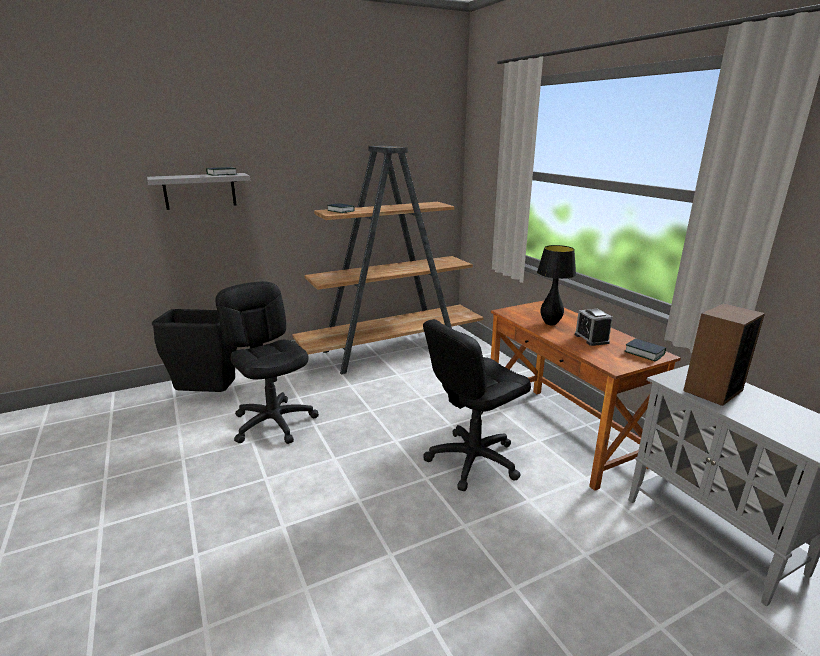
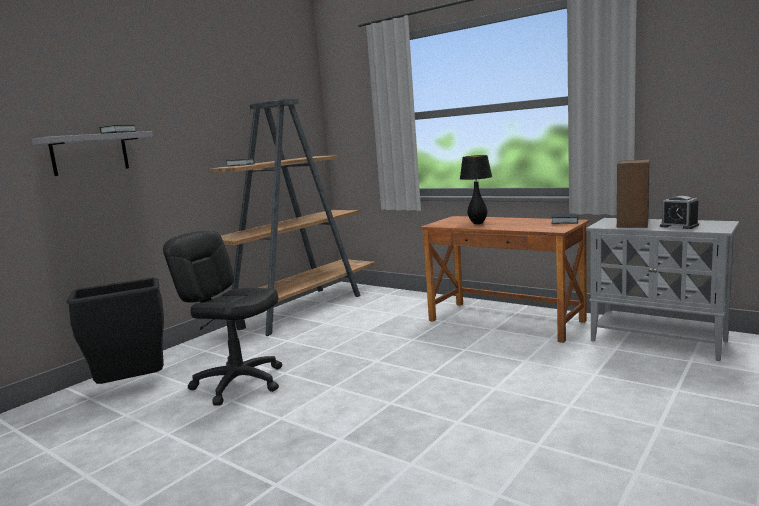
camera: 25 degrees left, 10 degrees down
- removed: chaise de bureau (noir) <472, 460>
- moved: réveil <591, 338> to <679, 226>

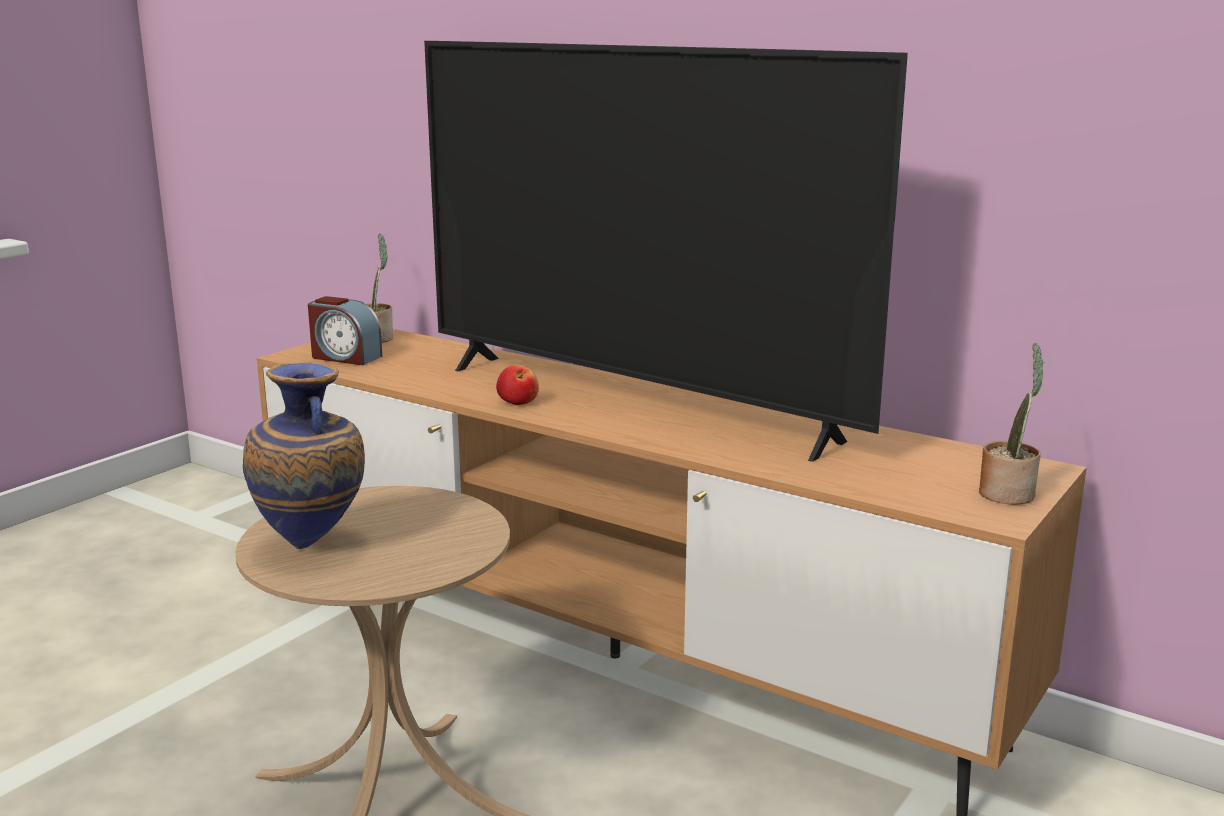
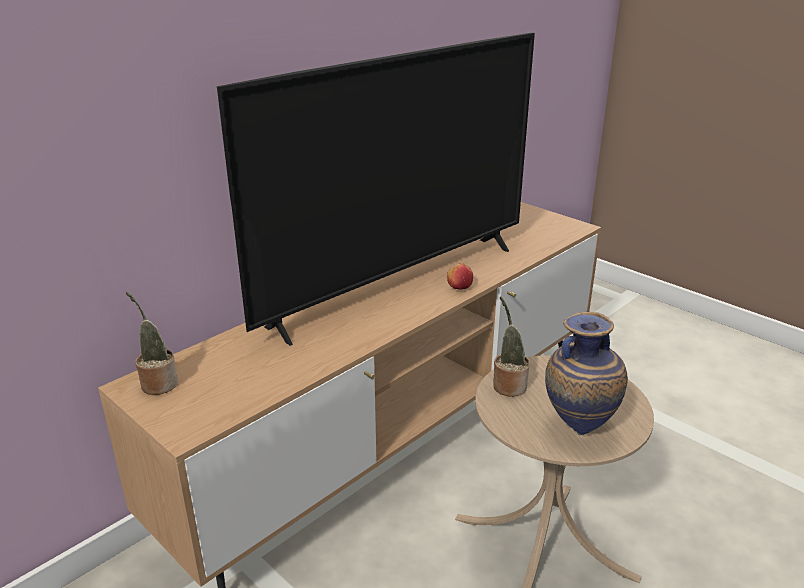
camera: 80 degrees left, 10 degrees up
- removed: réveil <345, 357>
- moved: pomme <518, 402> to <459, 287>
- moved: plante en pot <1008, 493> to <508, 385>

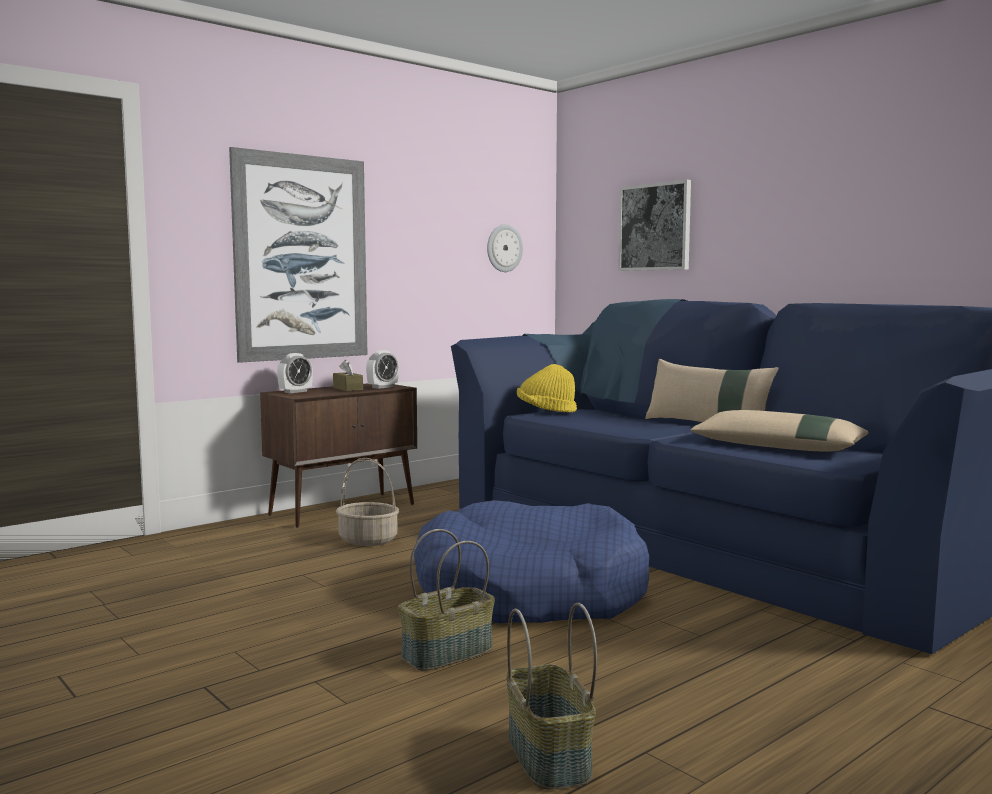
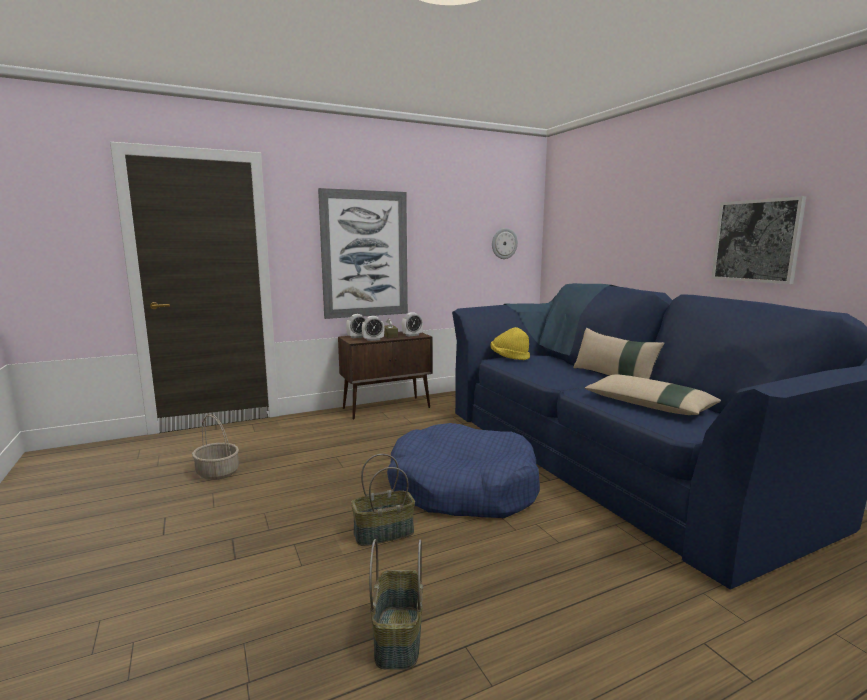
camera: 15 degrees right, 5 degrees up
- moved: panier <369, 540> to <218, 473>
- moved: tableau <655, 227> to <756, 241>
- added: réveil <373, 339>

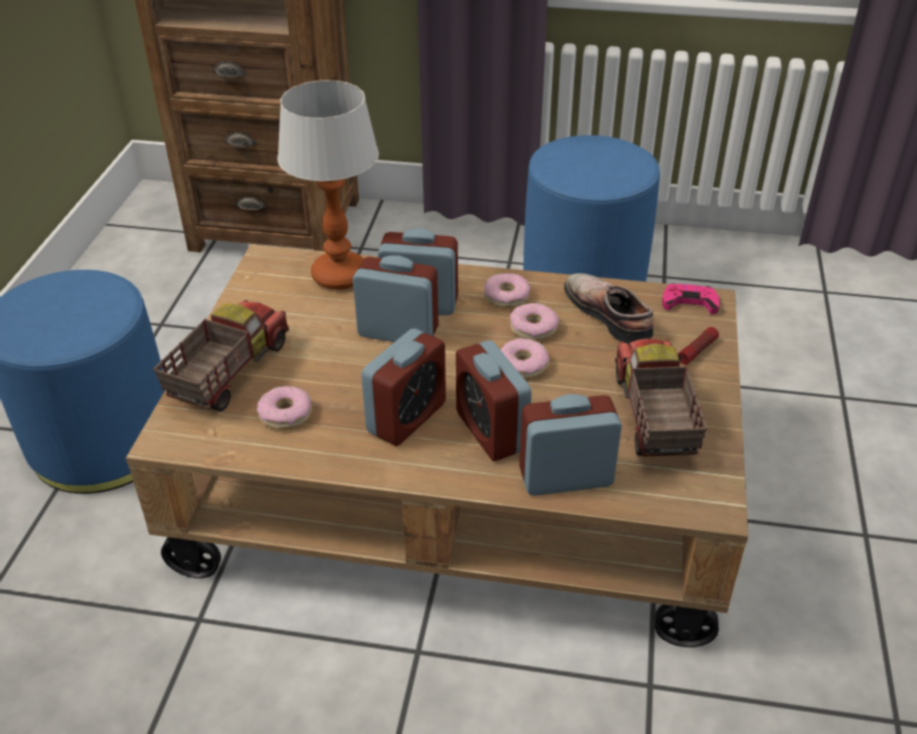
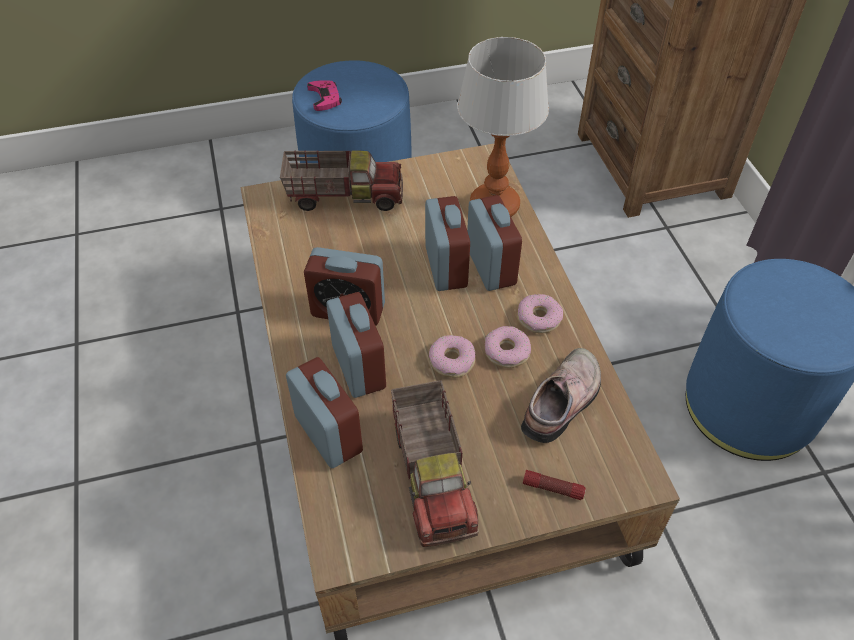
camera: 65 degrees right, 10 degrees up
- removed: beignet <285, 414>
- turned: réveil <491, 431> = <358, 367> 120 degrees clockwise
- turned: camion jouet <652, 417> = <434, 476> 105 degrees clockwise
- moved: manette (rose) <689, 302> to <325, 98>

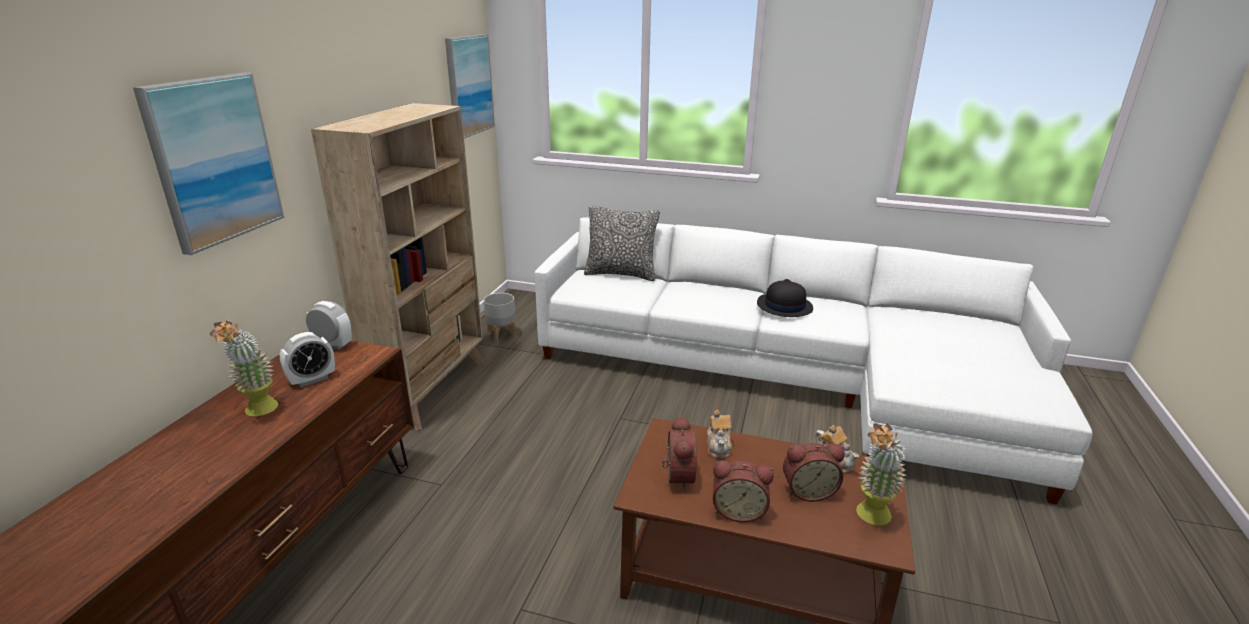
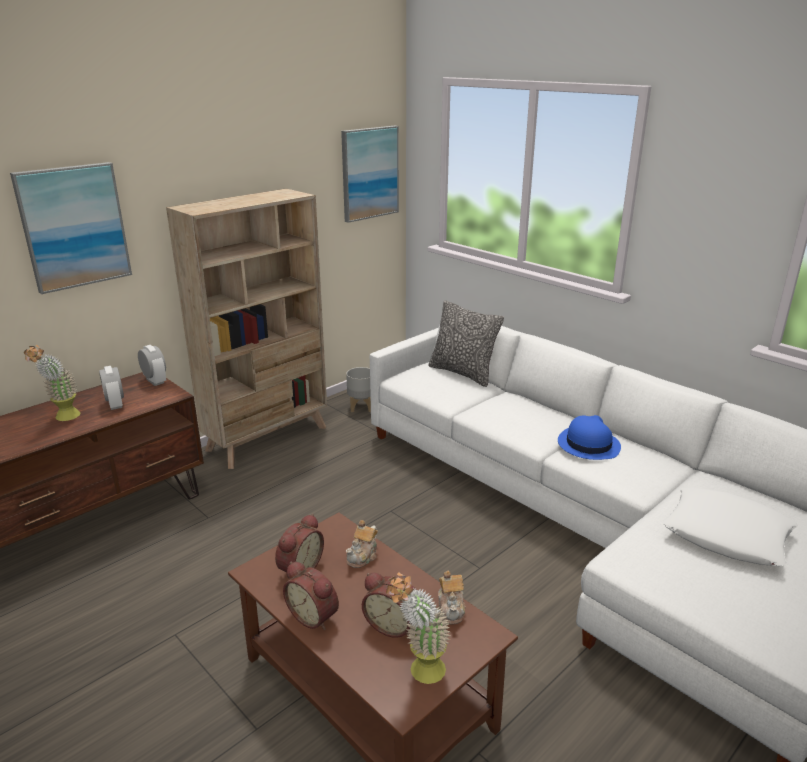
camera: 30 degrees right, 0 degrees up
- turned: réveil <312, 380> = <115, 404> 75 degrees clockwise
- recoloured: chapeau (noir) <784, 306> to chapeau (bleu) <588, 444>
- added: coussin (blanc) <727, 534>

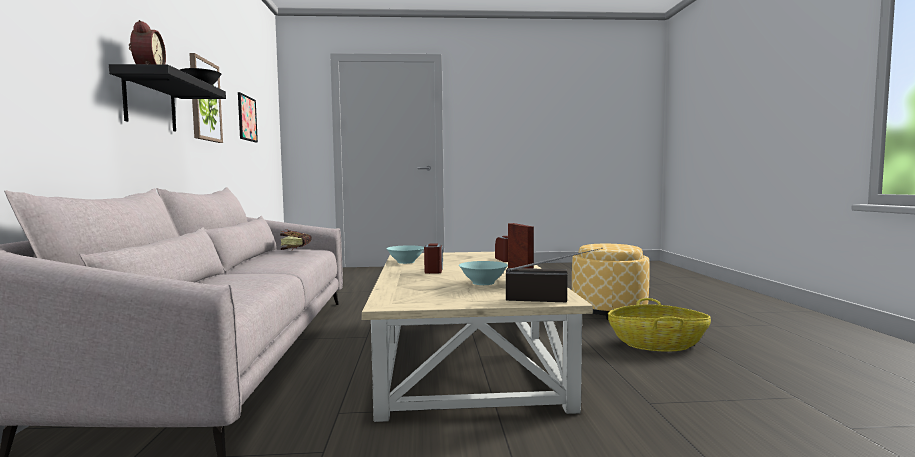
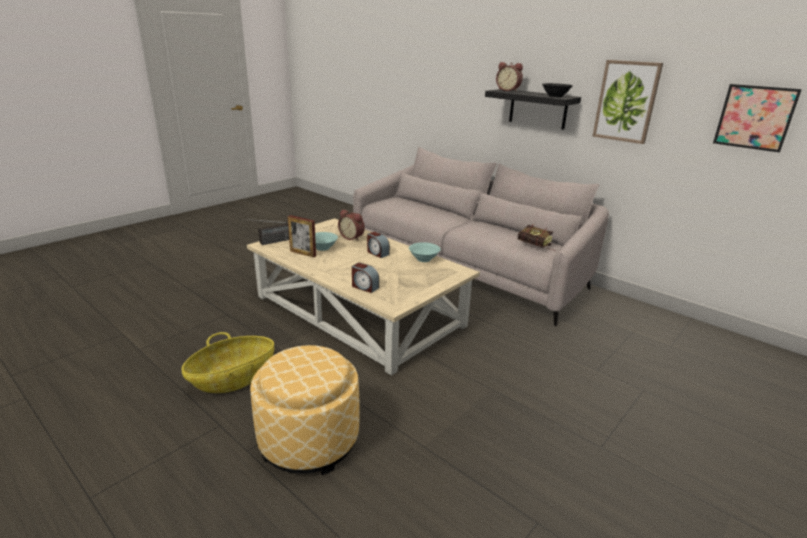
camera: 135 degrees right, 20 degrees up
- added: réveil <352, 237>

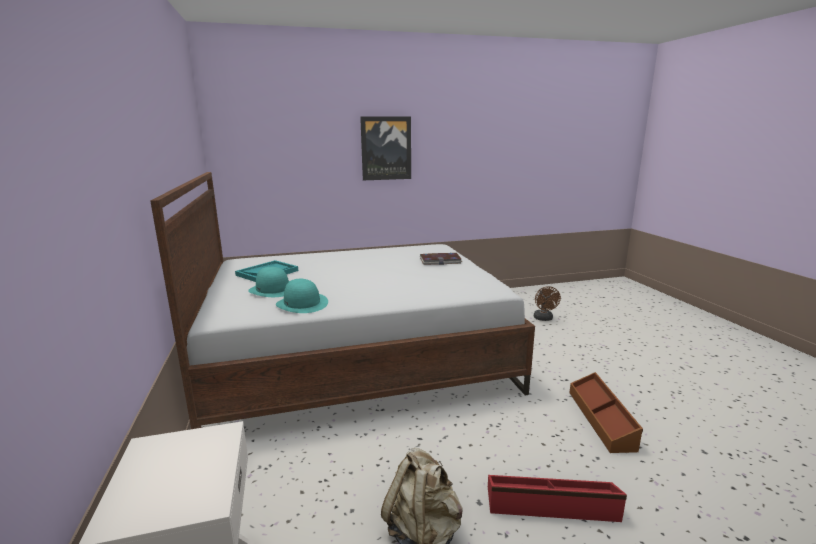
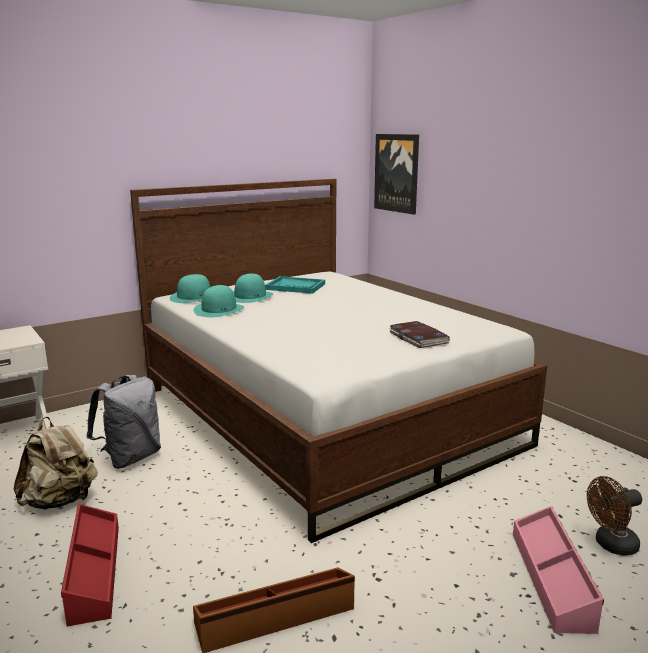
camera: 70 degrees right, 0 degrees up
- moved: tableau <386, 148> to <397, 173>
- added: sac à dos (gris) <130, 458>
- added: chapeau (turquoise) <194, 297>
- added: boîte de rangement (rose) <552, 579>

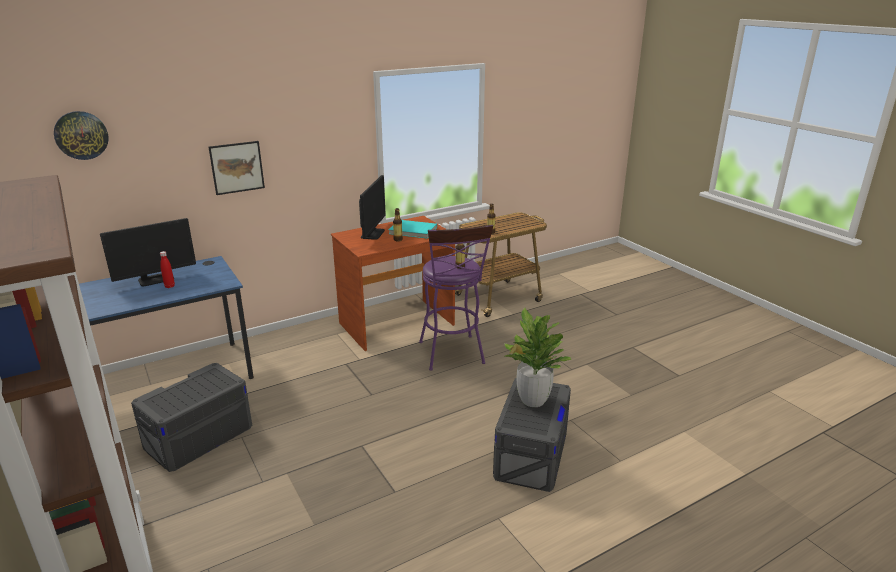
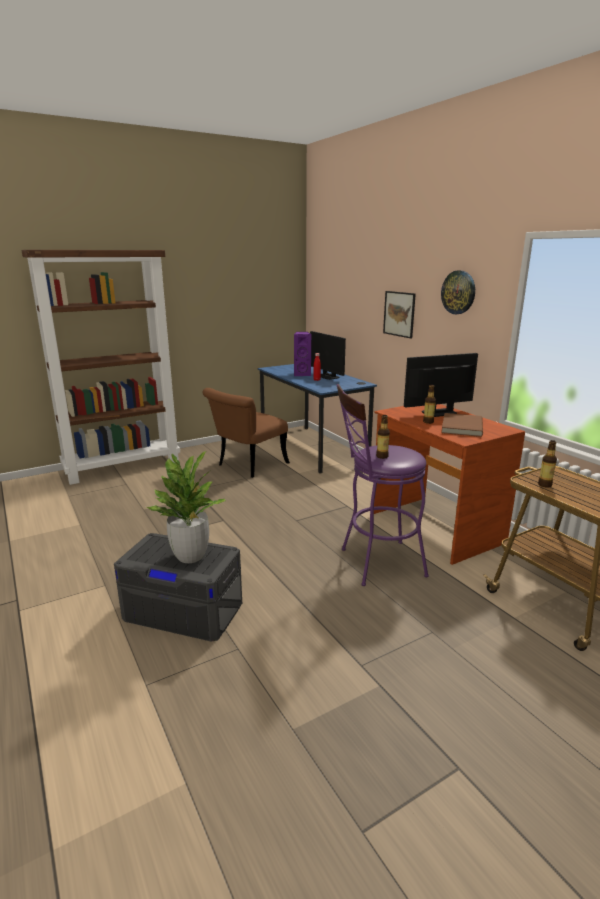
camera: 90 degrees right, 5 degrees down
- moved: horloge murale <81, 135> to <458, 292>
- replaced: boîte de rangement (gris) <199, 437> to chaise (marron) <247, 466>
- turned: écran d'ordinateur <372, 234> = <439, 413> 150 degrees clockwise
- recoloured: livre (turquoise) <412, 231> to livre (marron) <460, 427>
- added: enceinte (violet) <302, 374>

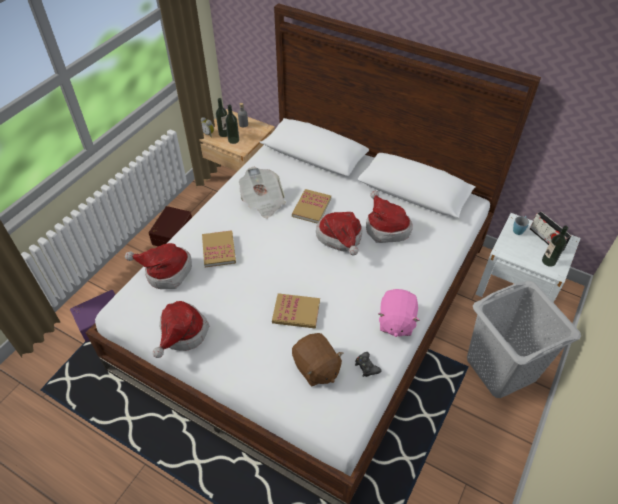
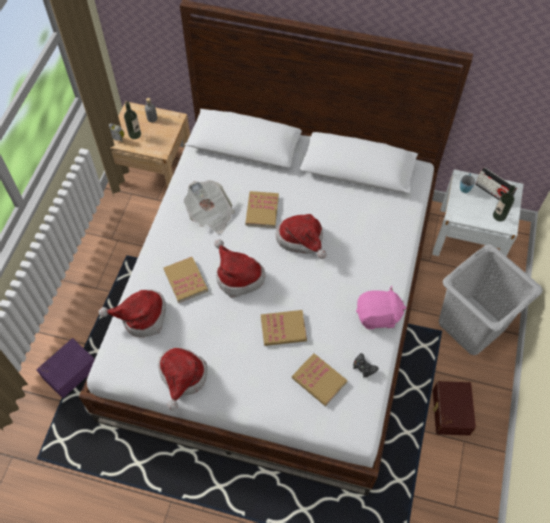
camera: 15 degrees left, 10 degrees up
- moved: boîte de rangement (marron) <172, 234> to <450, 411>
- removed: bouteille <233, 140>
- replaced: peluche (marron) <316, 368> to livre <319, 380>
- moved: chapeau <385, 227> to <237, 276>
- turned: peluche (rose) <396, 322> = <378, 316> 90 degrees counterclockwise

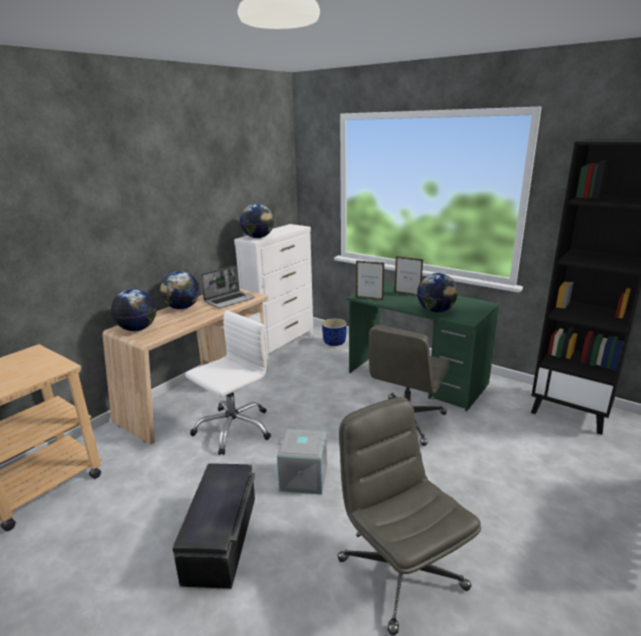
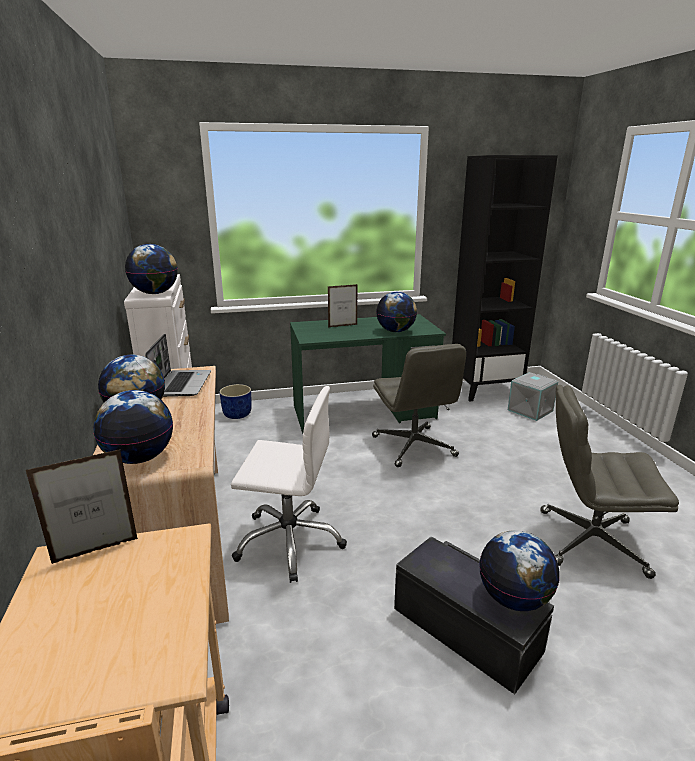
camera: 50 degrees left, 0 degrees up
- turned: chaise de bureau (blanc) <233, 428> = <289, 541> 105 degrees clockwise
- moved: boîte de rangement (gris) <303, 478> to <530, 411>
- moved: cadre photo <369, 298> to <96, 550>
- added: globe <514, 598>

